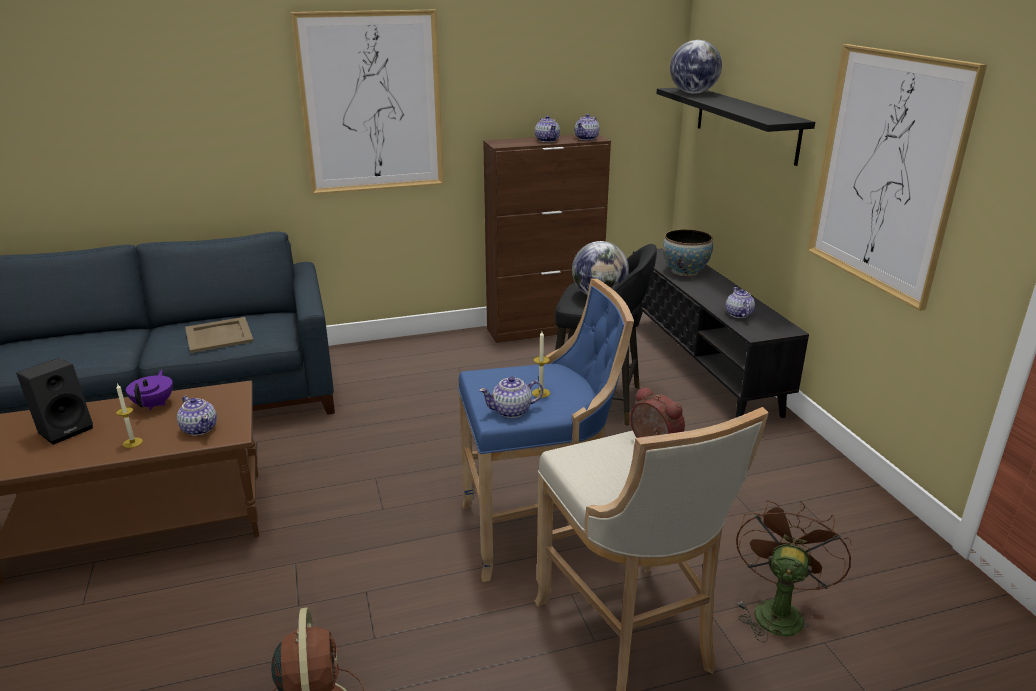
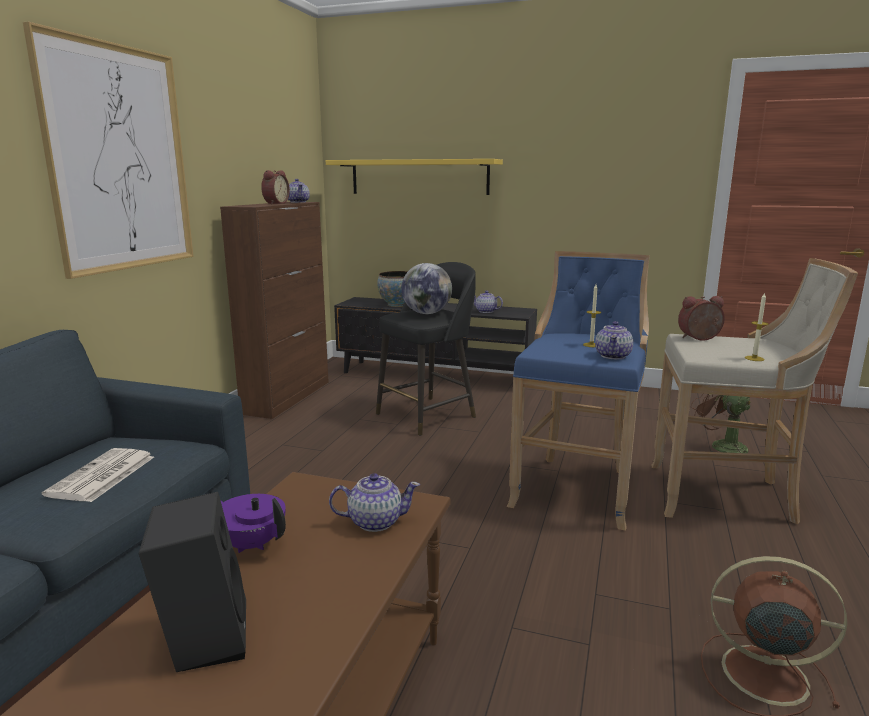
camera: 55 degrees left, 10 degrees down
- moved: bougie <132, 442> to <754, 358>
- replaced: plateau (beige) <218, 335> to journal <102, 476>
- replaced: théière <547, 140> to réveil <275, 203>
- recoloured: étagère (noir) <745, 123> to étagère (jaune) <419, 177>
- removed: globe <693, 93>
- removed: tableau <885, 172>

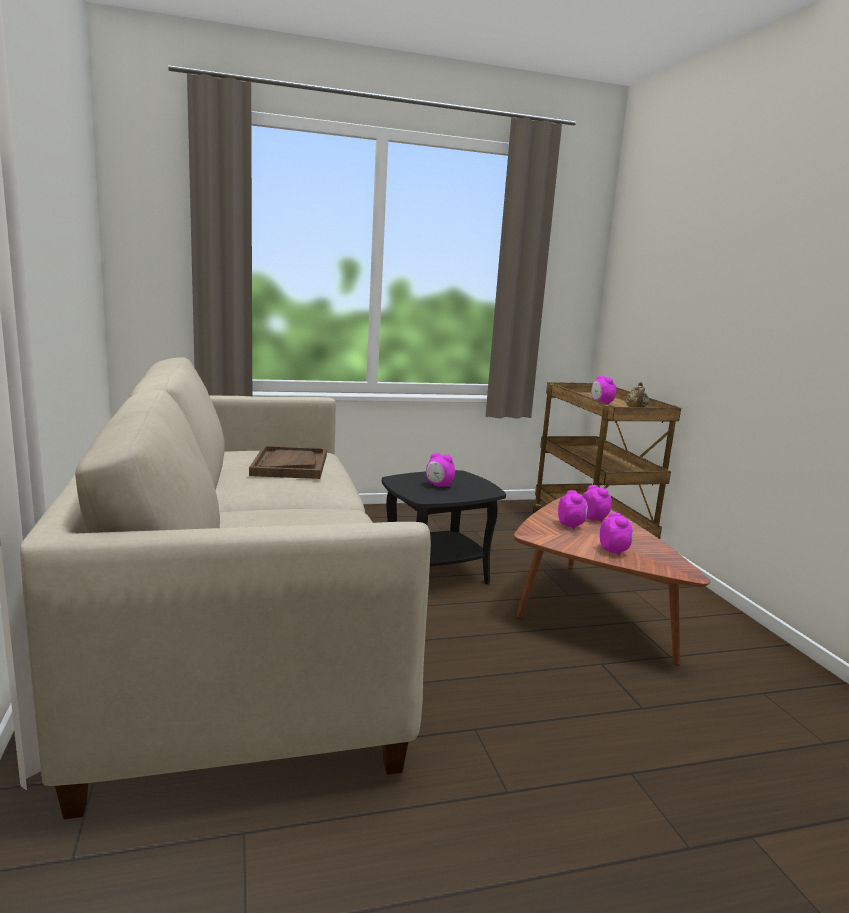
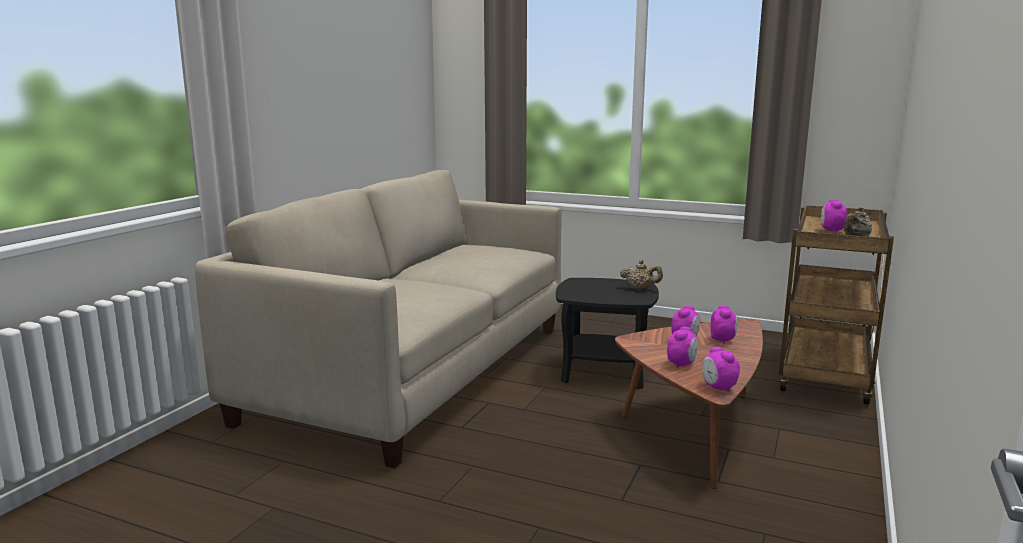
camera: 40 degrees right, 0 degrees up
- removed: plateau (marron) <290, 465>
- moved: réveil <439, 486> to <718, 388>
- added: théière (beige) <640, 289>

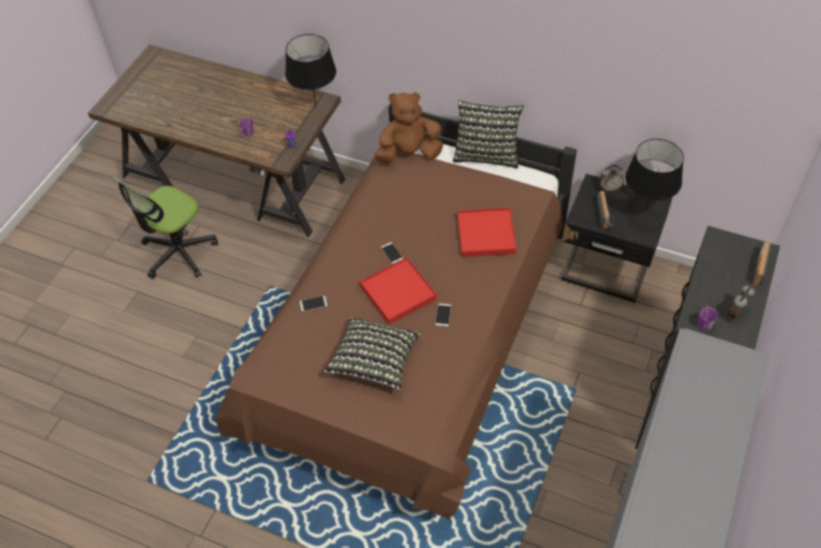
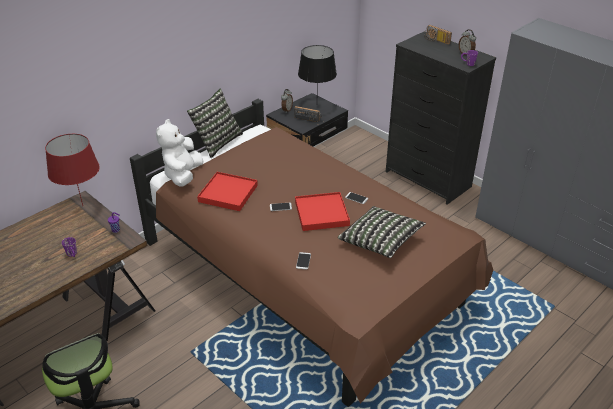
camera: 70 degrees left, 15 degrees down
- recoloured: lampe de table (noir) <316, 107> to lampe de table (rouge) <83, 206>
- recoloured: peluche (marron) <409, 154> to peluche (blanc) <183, 175>
- moved: plateau (rouge) <486, 234> to <228, 193>

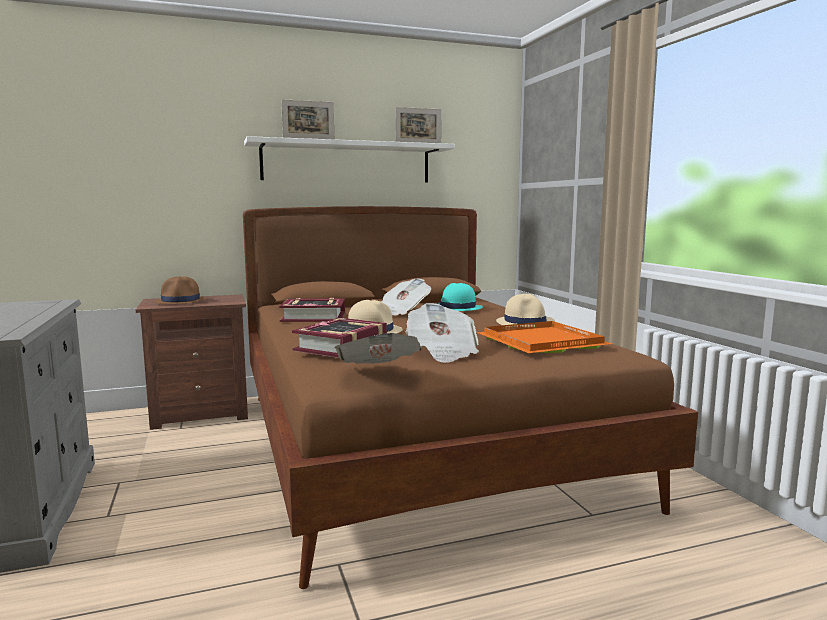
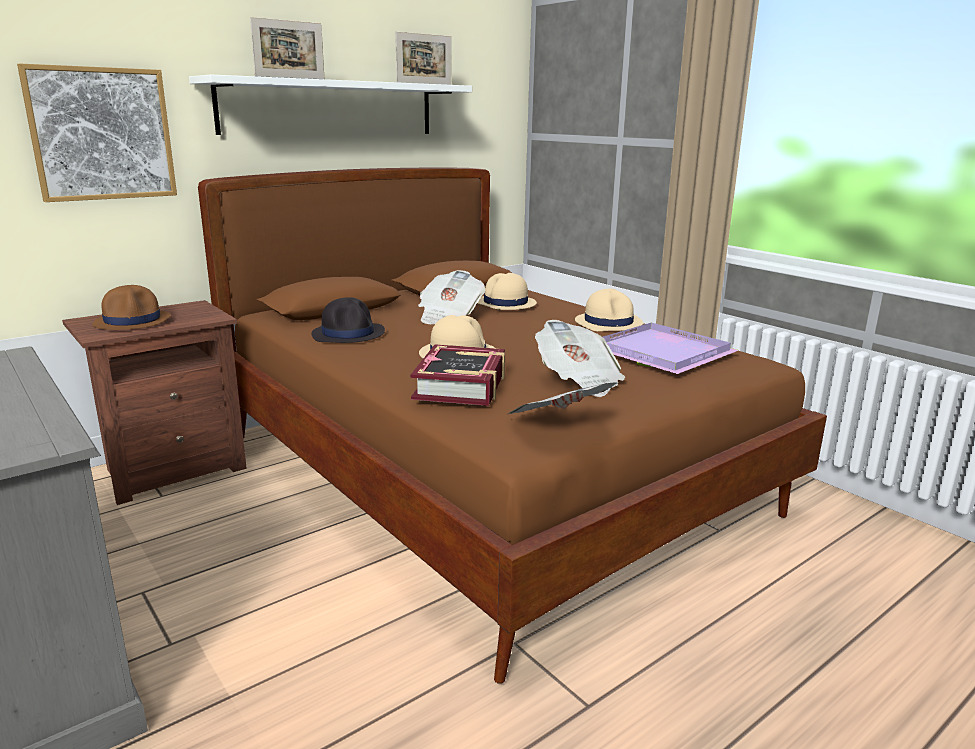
camera: 20 degrees left, 10 degrees up
- replaced: livre <313, 317> to chapeau (noir) <349, 334>
- recoloured: chapeau (turquoise) <457, 308> to chapeau (beige) <505, 303>
- recoloured: plateau (orange) <544, 342> to plateau (violet) <664, 353>
- added: tableau <102, 134>

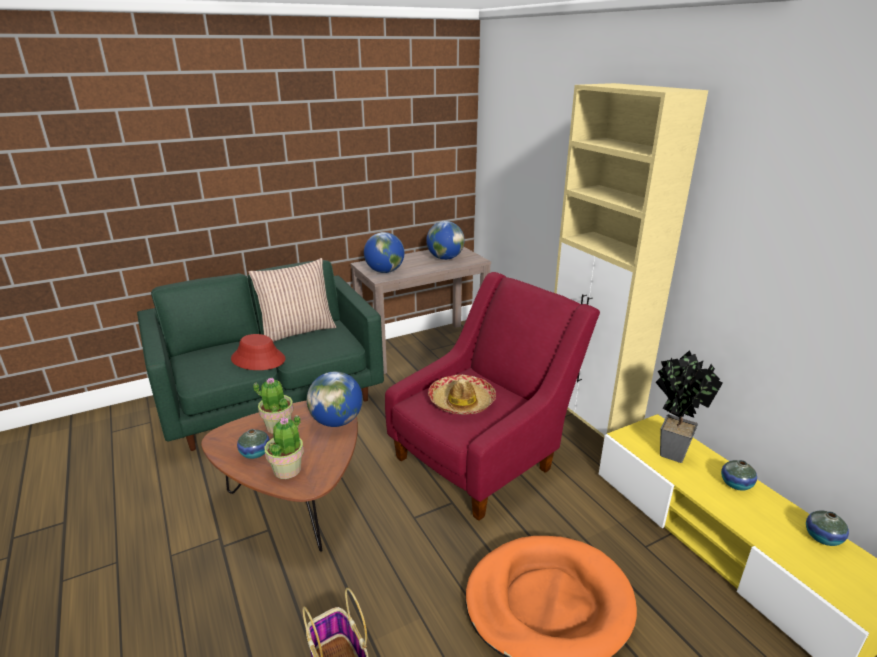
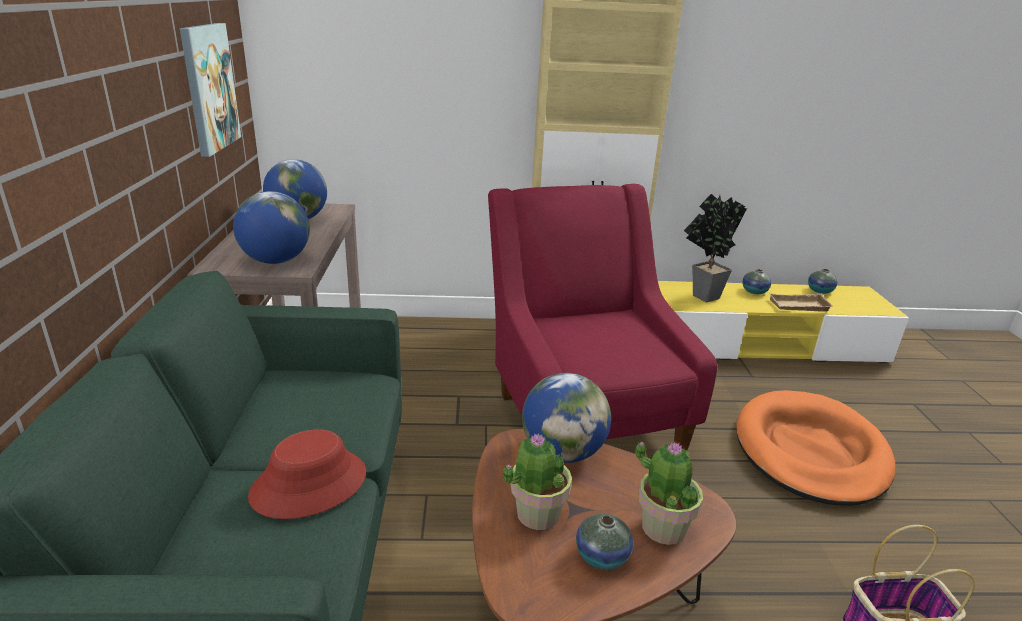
camera: 65 degrees left, 0 degrees up
- removed: coussin <297, 331>
- removed: chapeau <461, 402>
- added: tableau <209, 88>
- added: plateau (beige) <798, 307>

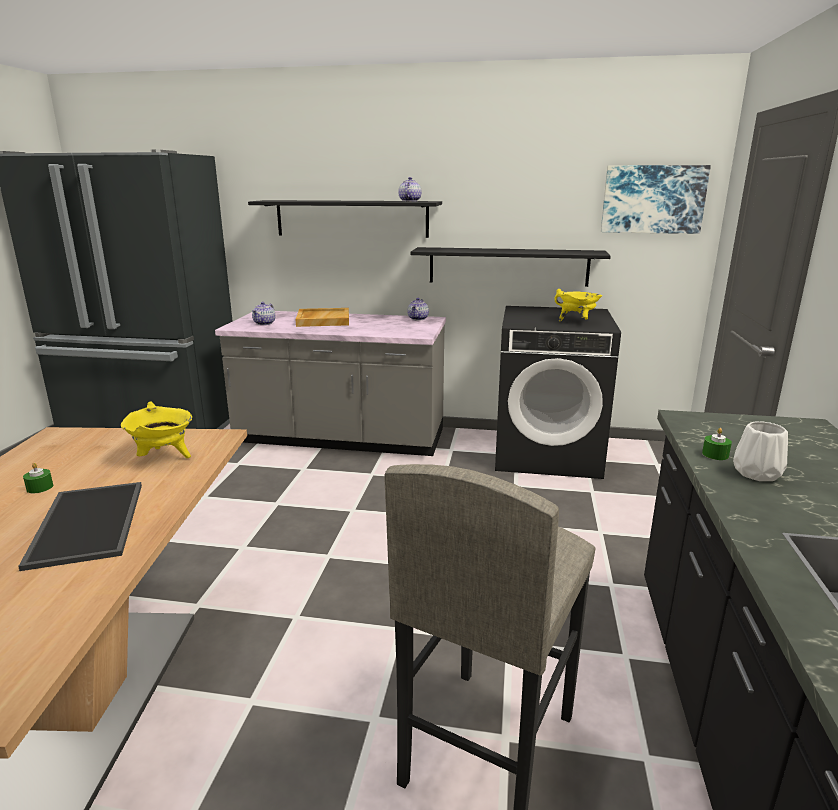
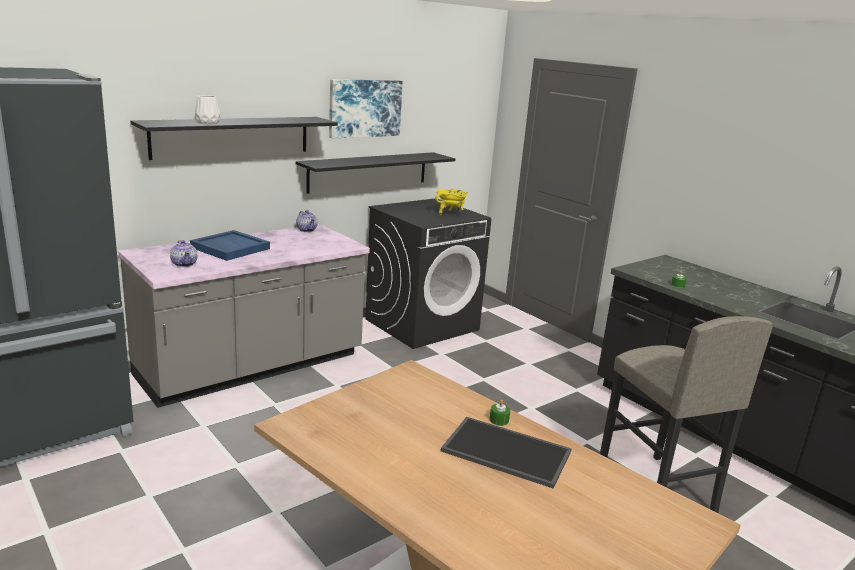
camera: 50 degrees left, 0 degrees up
- moved: bougie (vert) <40, 487> to <499, 420>
- removed: marmite (jaune) <164, 458>
- recoloured: plateau (beige) <323, 320> to plateau (bleu) <229, 248>
- removed: théière <409, 201>
- moved: tableau <653, 199> to <364, 108>
- moved: vase (blanc) <755, 473> to <207, 122>

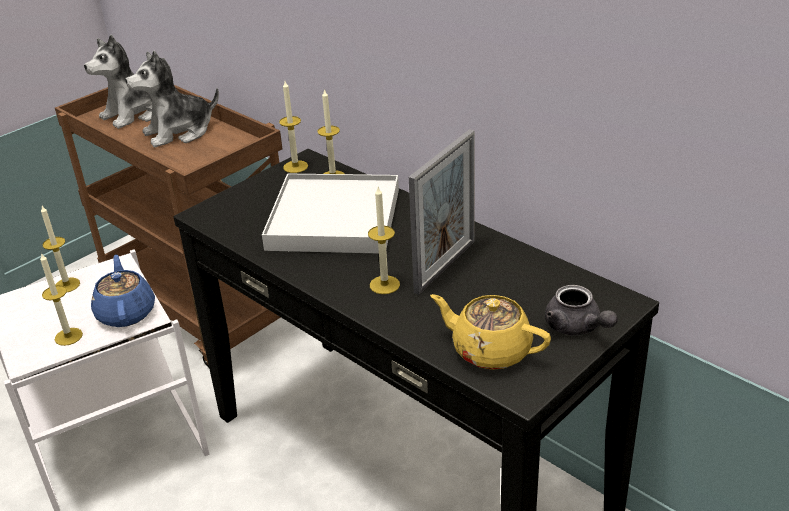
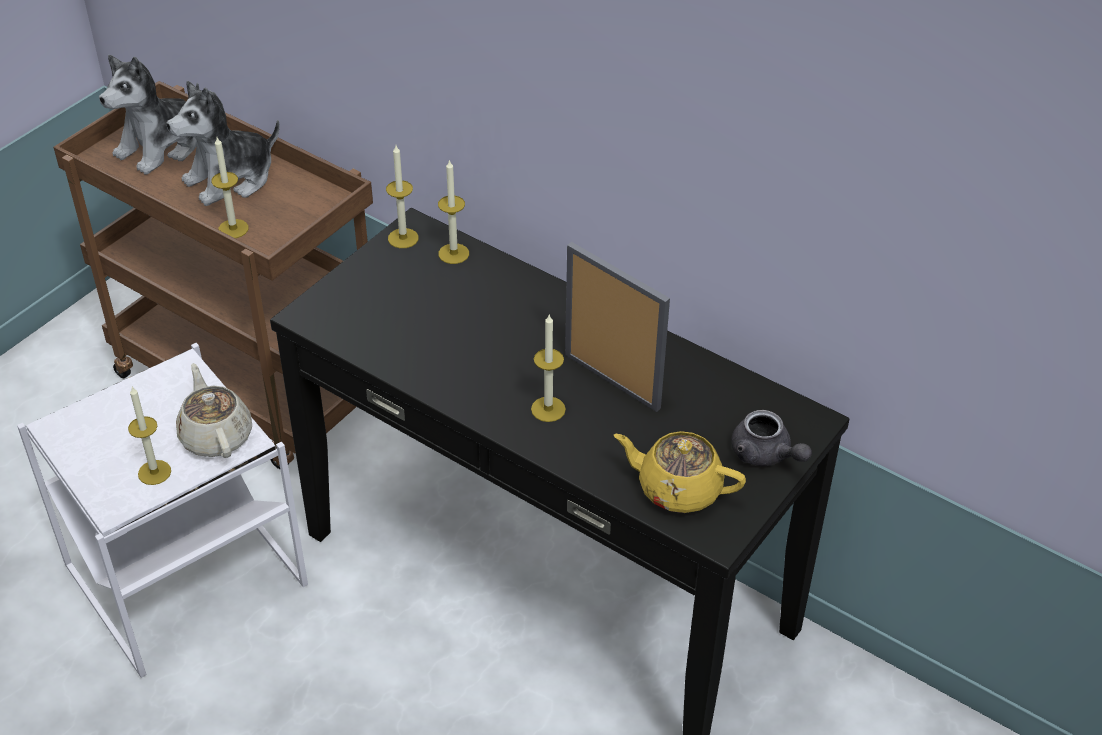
camera: 10 degrees left, 10 degrees up
- moved: bougie <67, 285> to <233, 229>
- recoloured: théière (bleu) <126, 312> to théière (beige) <216, 435>
- removed: plateau (blanc) <334, 219>
- turned: cadre photo <445, 266> = <612, 381> 75 degrees counterclockwise

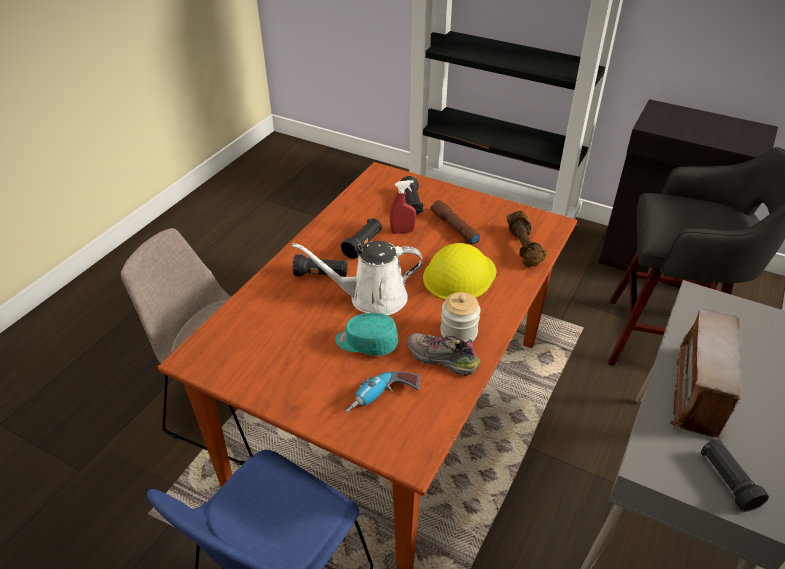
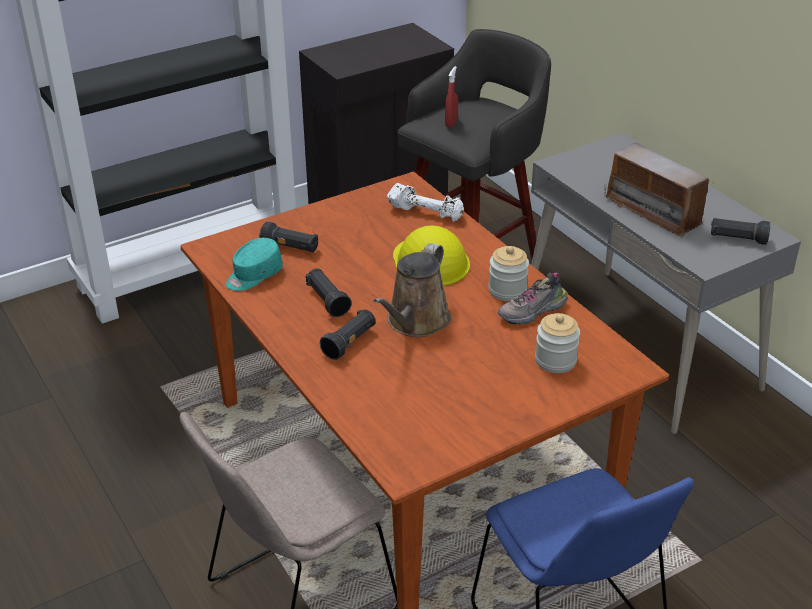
camera: 60 degrees left, 5 degrees down
- recoloured: arrosoir (blanc) <372, 297> to arrosoir (marron) <415, 322>
- moved: casquette (turquoise) <366, 343> to <253, 275>
- replaced: perceuse <383, 399> to bocal <555, 360>
- moved: vaporisateur (rouge) <402, 231> to <451, 123>
- removed: lampe de poche (marron) <453, 227>
- recoloured: haltère (marron) <524, 247> to haltère (blanc) <426, 212>

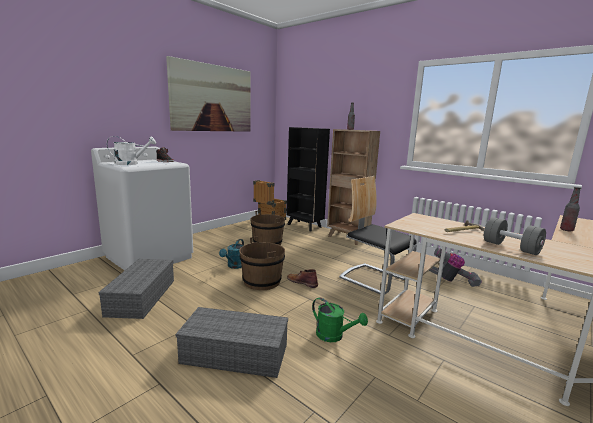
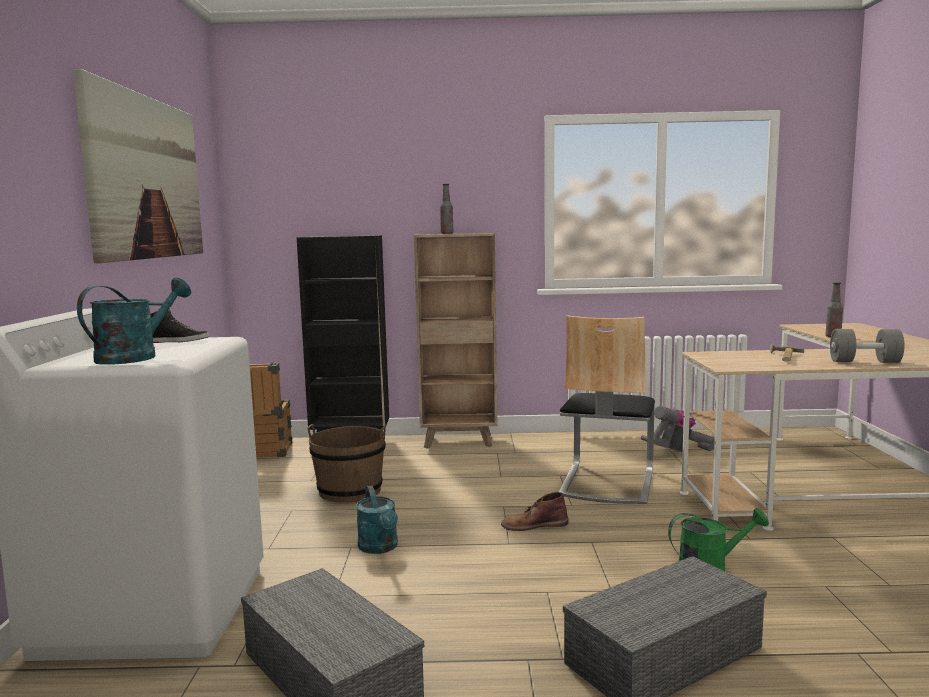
camera: 40 degrees left, 5 degrees down
- recoloured: arrosoir (blanc) <131, 164> to arrosoir (turquoise) <136, 357>
- removed: seau (marron) <262, 281>
- turned: chaise <374, 279> = <606, 482> 75 degrees counterclockwise

